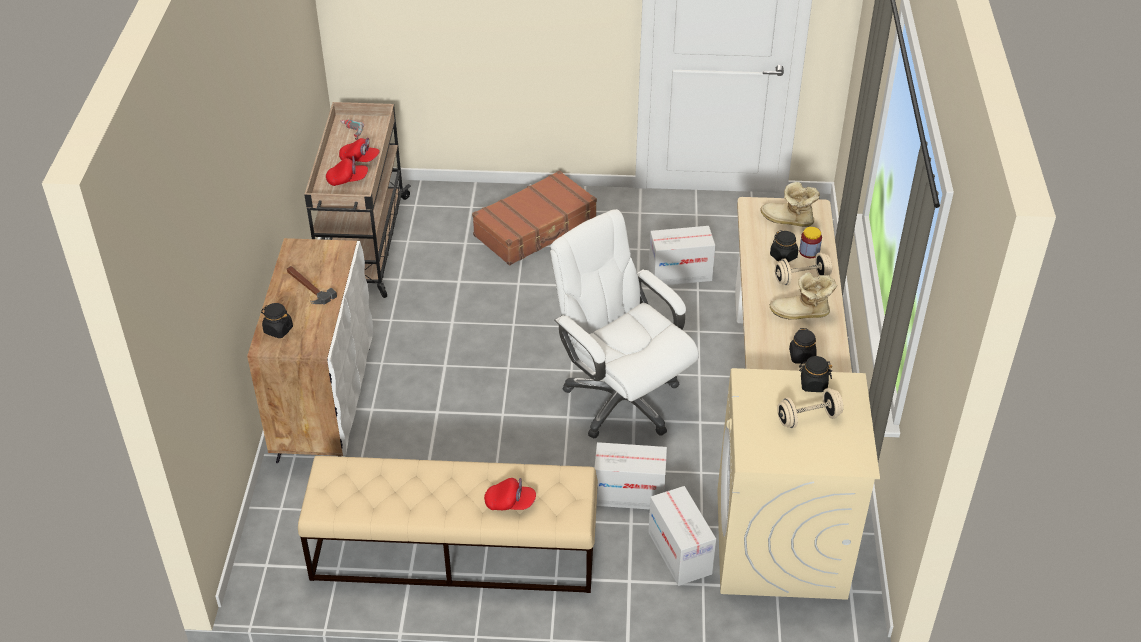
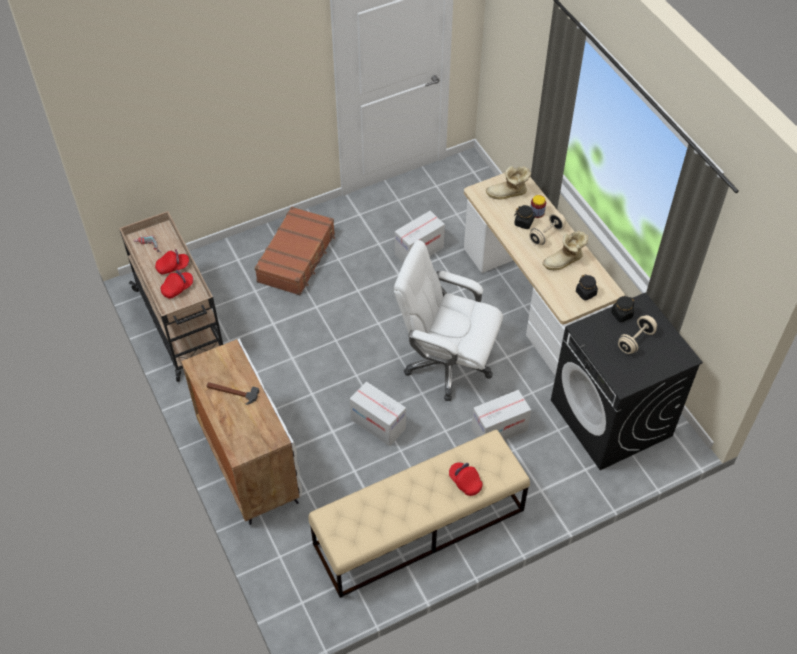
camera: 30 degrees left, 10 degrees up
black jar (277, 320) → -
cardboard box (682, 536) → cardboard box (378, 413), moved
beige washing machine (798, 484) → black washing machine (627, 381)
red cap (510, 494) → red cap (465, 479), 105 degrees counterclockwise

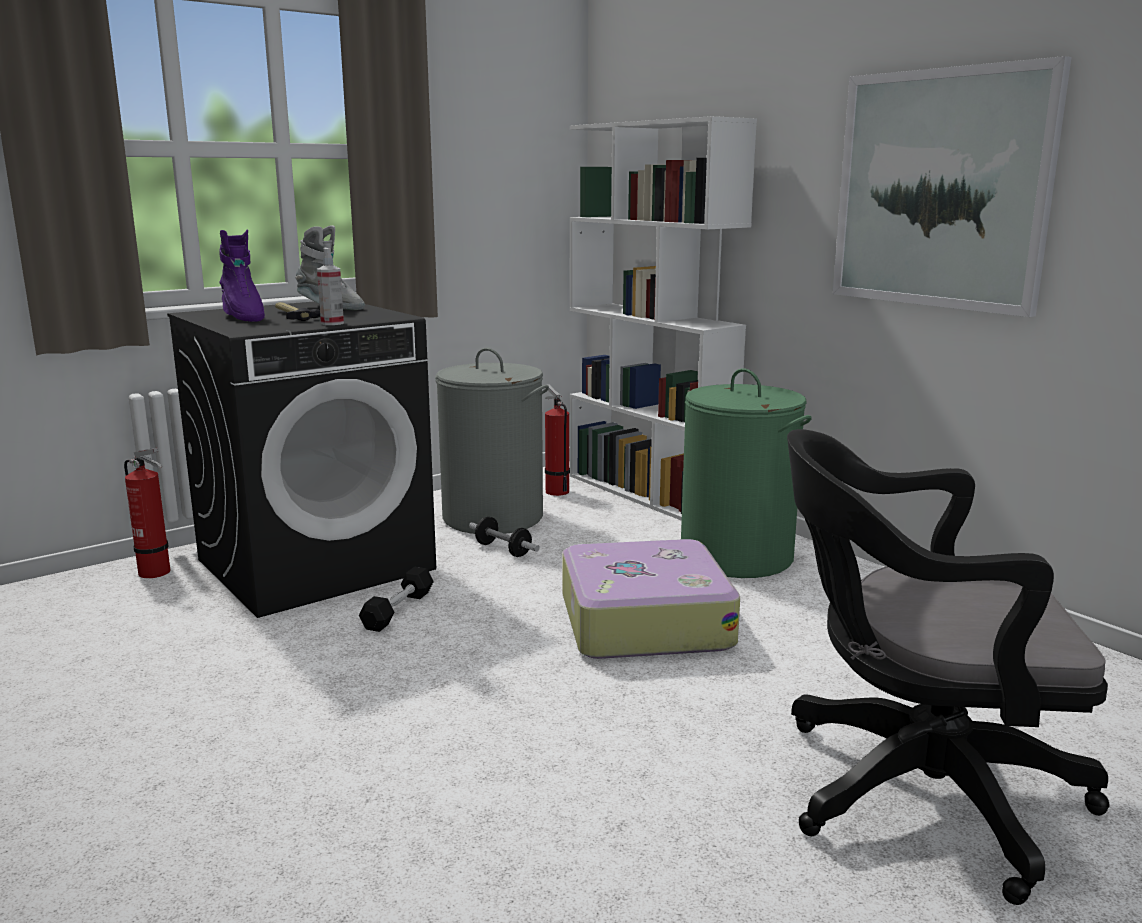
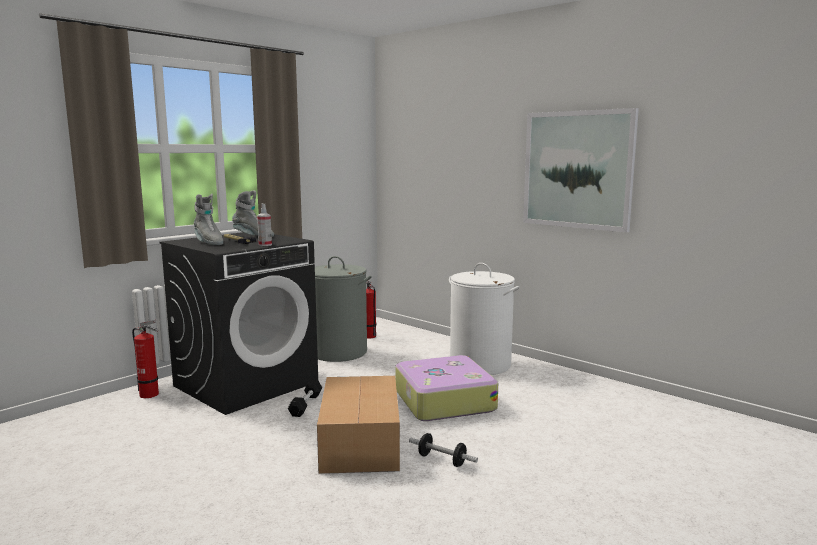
camera: 10 degrees left, 5 degrees down
white bookcase (663, 318) → -
black office chair (948, 667) → -
- → cardboard box (358, 425)
dumbbell (504, 537) → dumbbell (443, 450), moved
purple boot (242, 275) → grey boot (209, 219)
green laundry basket (746, 473) → white laundry basket (484, 319)

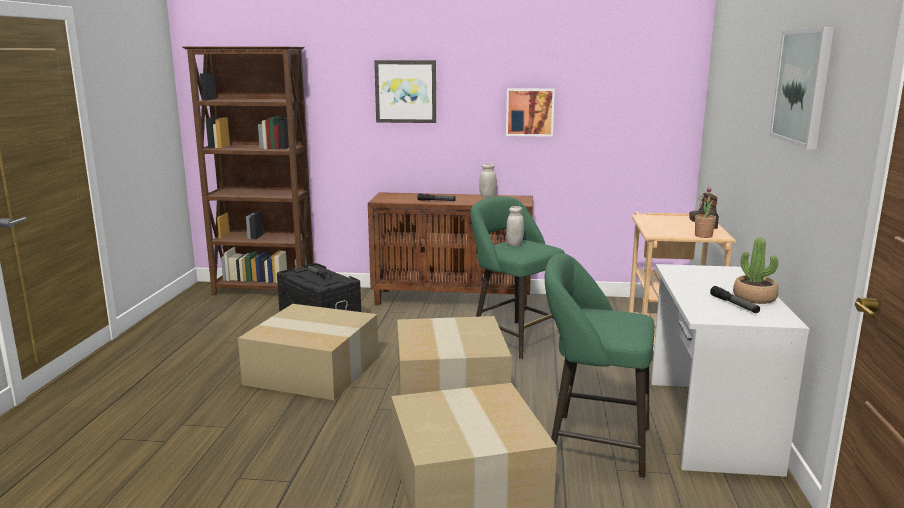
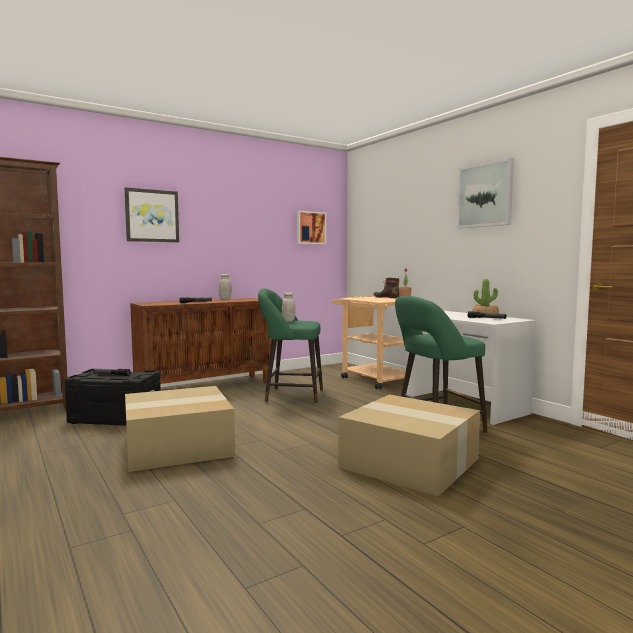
camera: 40 degrees left, 10 degrees down
cardboard box (454, 355) → -
picture (530, 112) → picture (311, 227), moved

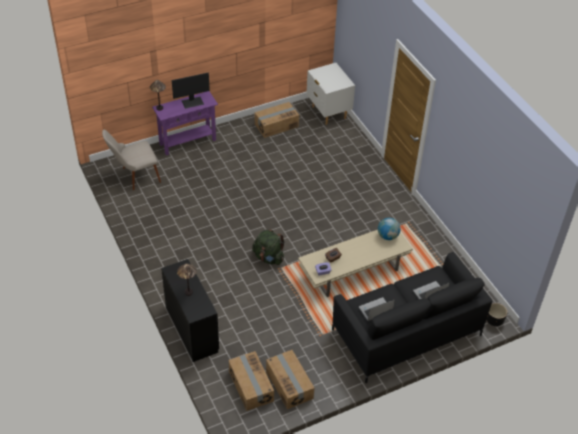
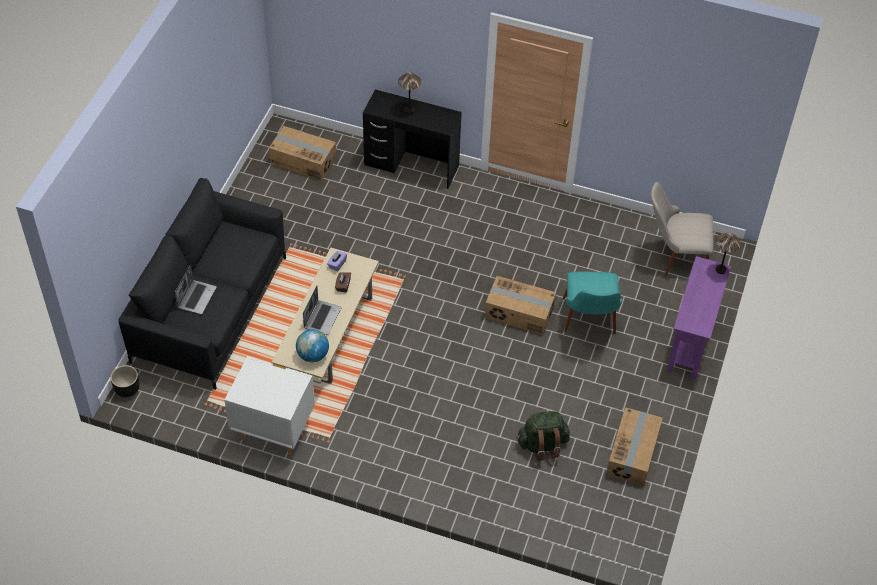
camera: 135 degrees right, 5 degrees up
monitor (191, 91) → -
- → turquoise chair (592, 303)
green backpack (268, 247) → green backpack (543, 436), moved
cardboard box (290, 379) → cardboard box (520, 305), moved
white nightstand (330, 94) → white nightstand (269, 405), moved
laptop (377, 309) → laptop (322, 310), moved
beige chair (131, 159) → beige chair (682, 229), 105 degrees counterclockwise

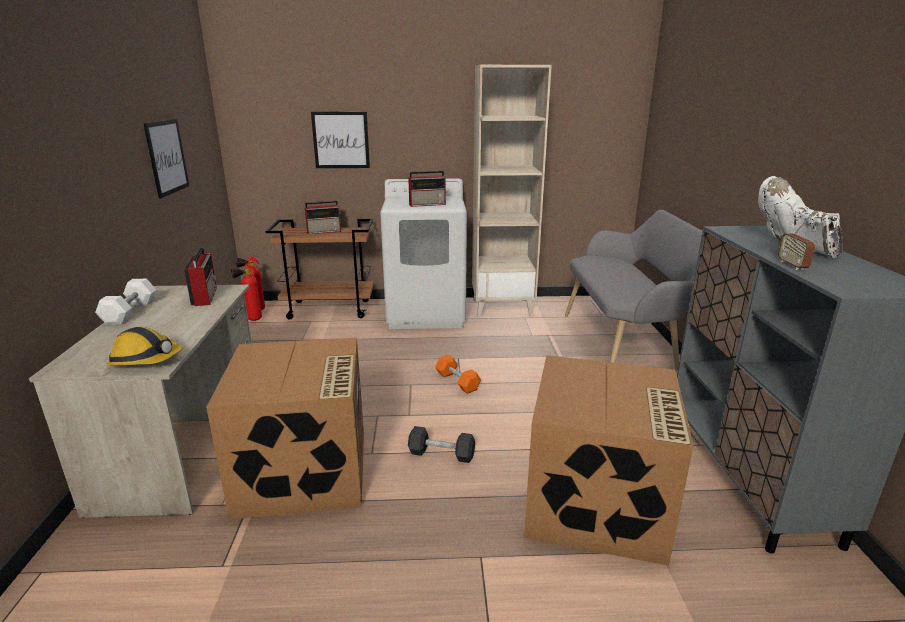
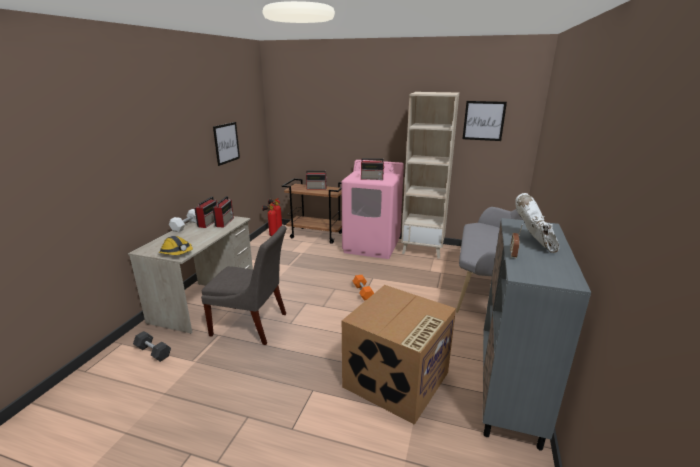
camera: 20 degrees right, 0 degrees up
- → radio (205, 212)
picture (340, 140) → picture (484, 121), moved
black dumbbell (441, 444) → black dumbbell (152, 346), moved
cardboard box (285, 428) → grey chair (243, 285)
white washing machine (423, 254) → pink washing machine (373, 209)

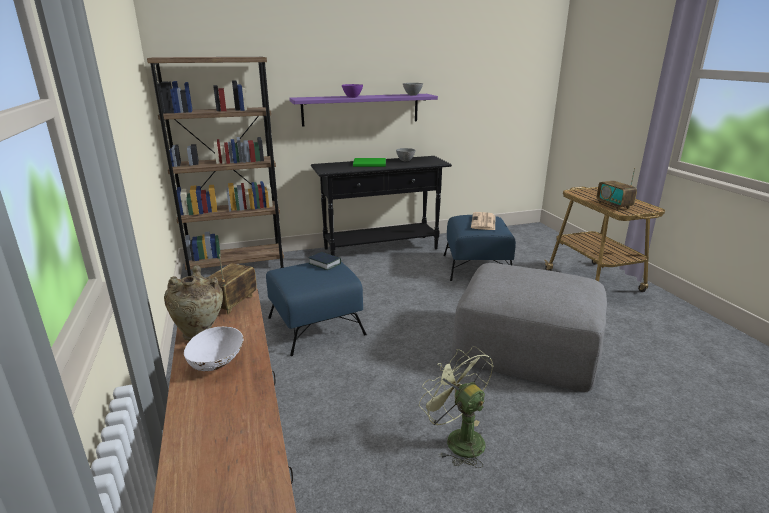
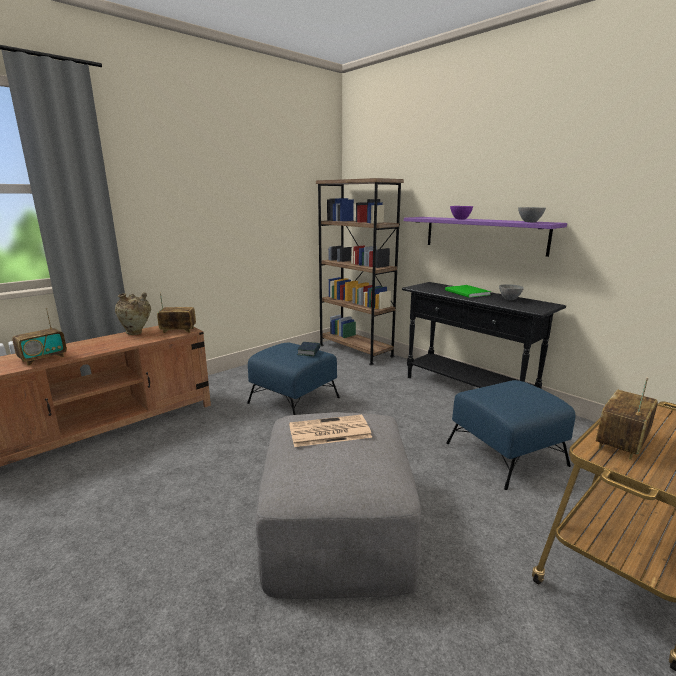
camera: 65 degrees right, 5 degrees down
white bowl (213, 348) → -
green fan (456, 407) → -
- → radio (39, 337)
newspaper (483, 221) → newspaper (330, 431), moved

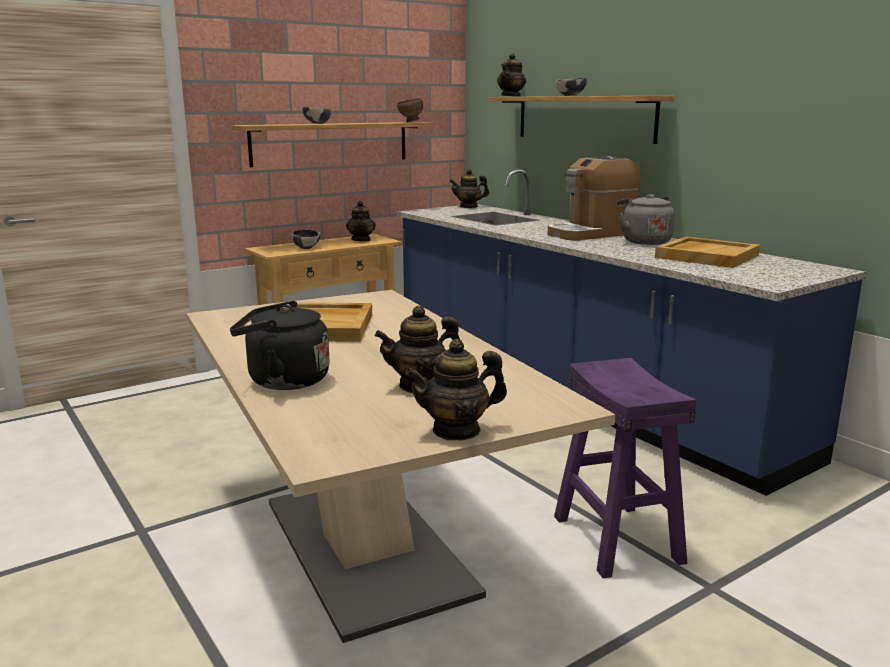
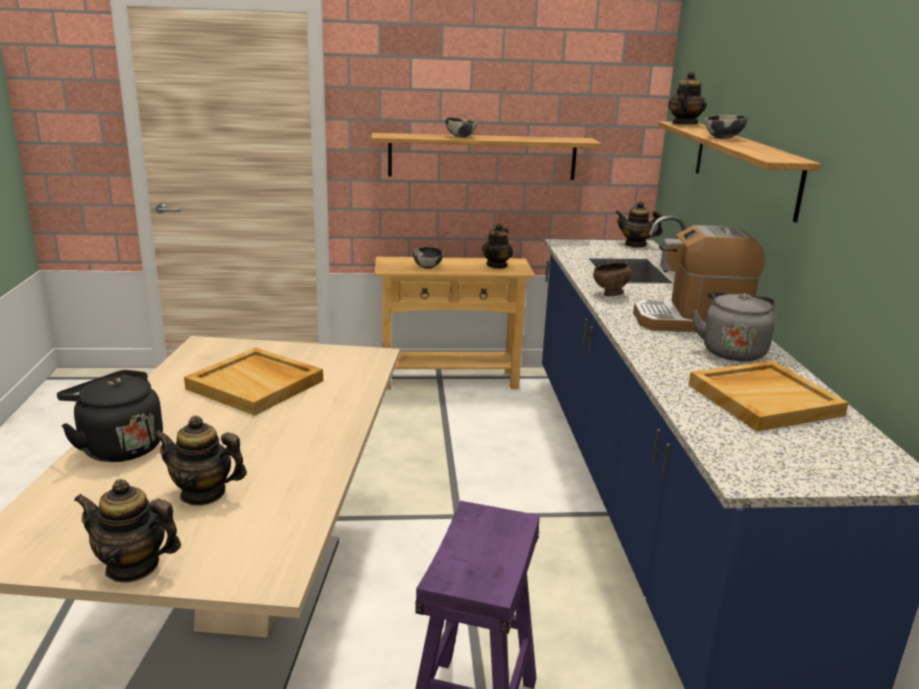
camera: 30 degrees right, 5 degrees up
brown bowl (410, 110) → brown bowl (612, 279), moved
teapot (511, 75) → teapot (687, 97), 150 degrees clockwise

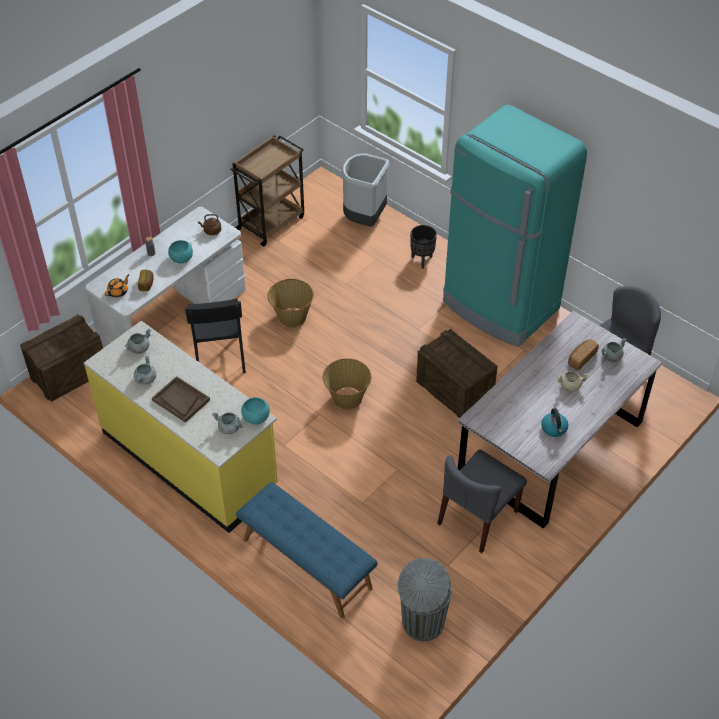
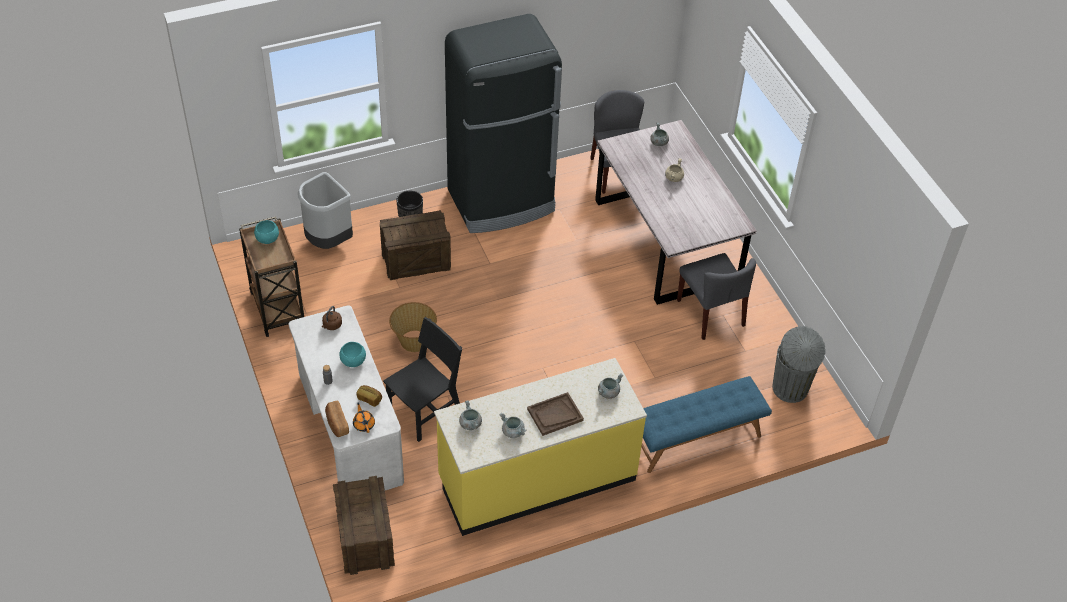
camera: 65 degrees left, 0 degrees up
basket (347, 383) → -
kettle (554, 422) → -
turquoise bowl (255, 411) → turquoise bowl (266, 232), moved
crate (457, 373) → crate (415, 245), moved
bread (583, 354) → bread (337, 419), moved
turquoise fridge (515, 226) → black fridge (503, 123)
black chair (215, 335) → black chair (422, 379), 60 degrees counterclockwise

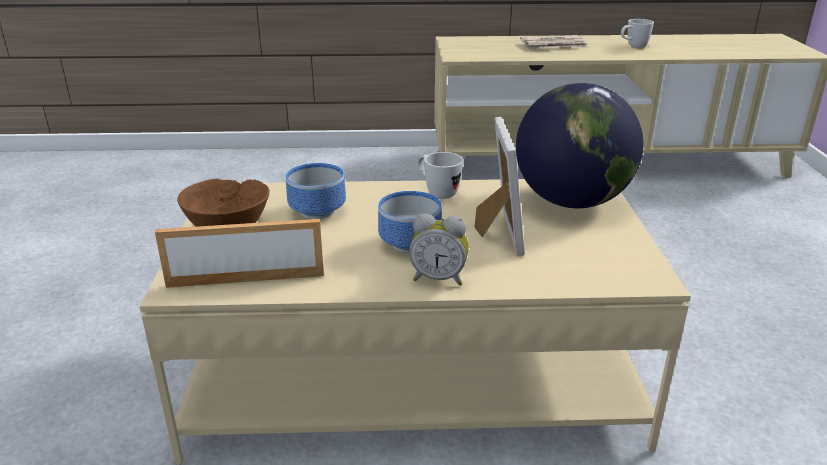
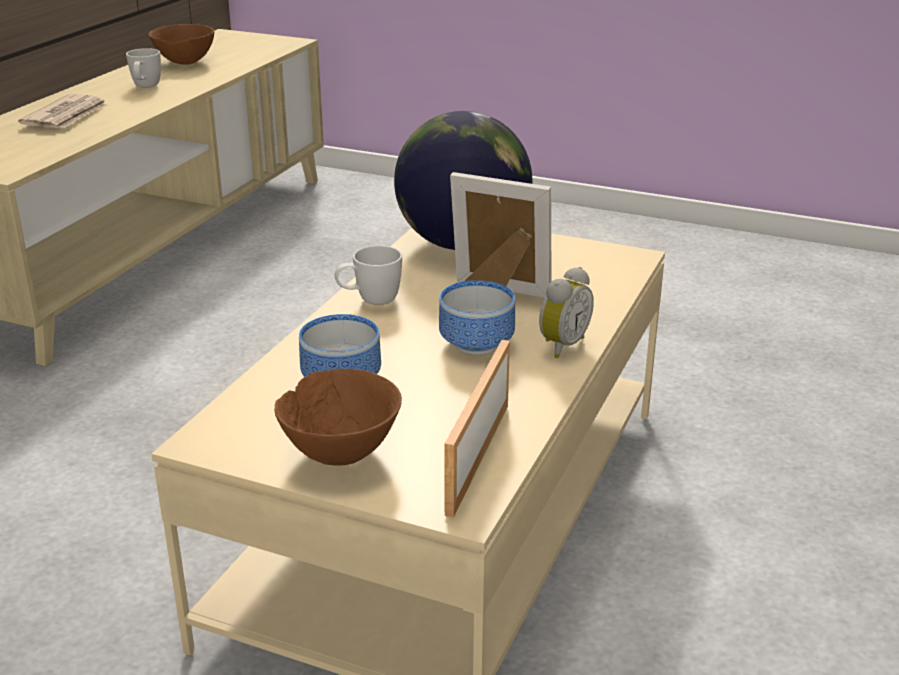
camera: 65 degrees left, 0 degrees up
- → brown bowl (181, 44)

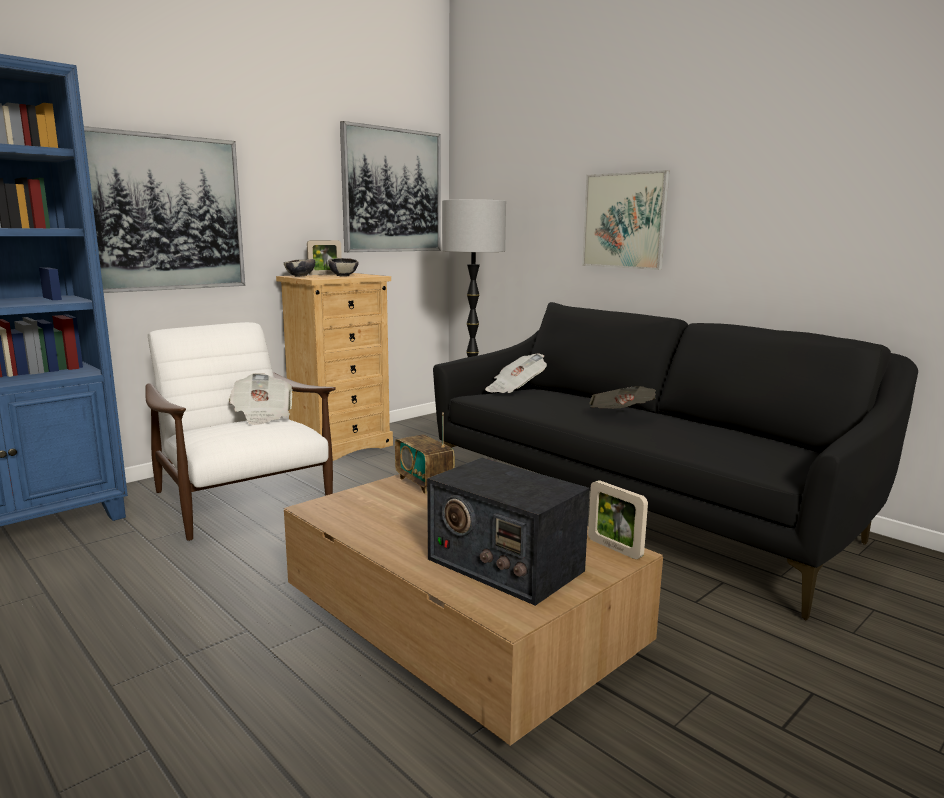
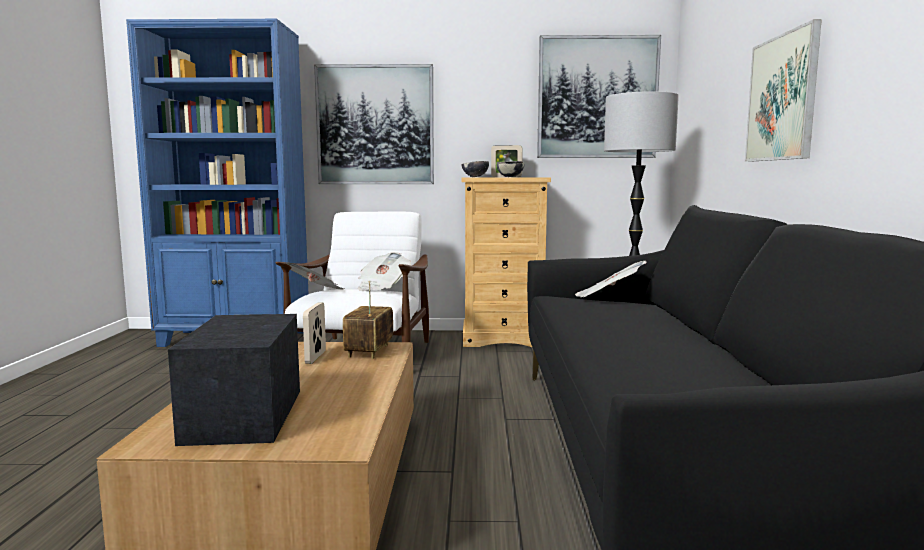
camera: 45 degrees right, 5 degrees down
picture frame (618, 519) → picture frame (314, 333), moved
newspaper (622, 397) → newspaper (314, 276), moved

